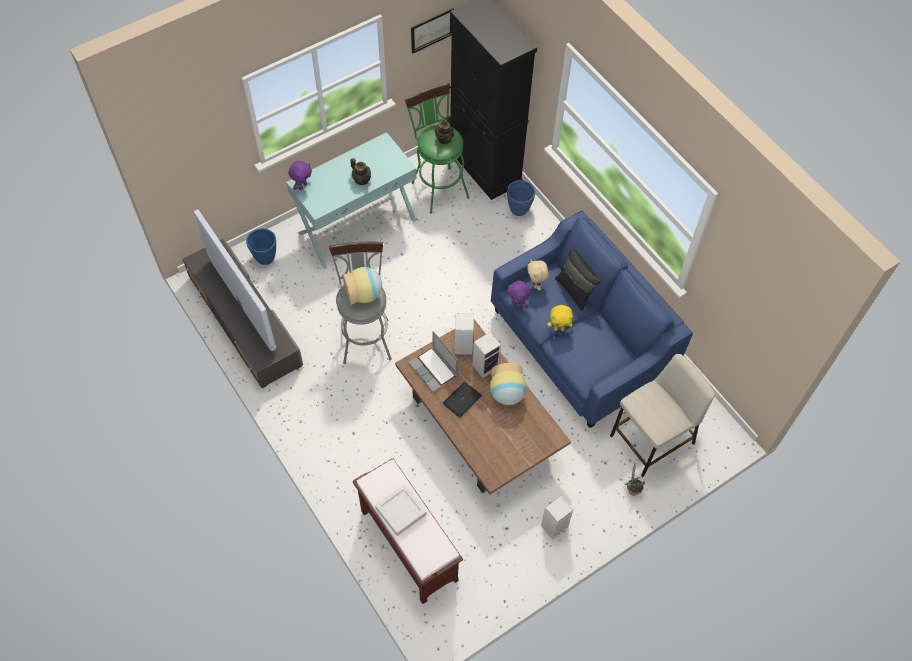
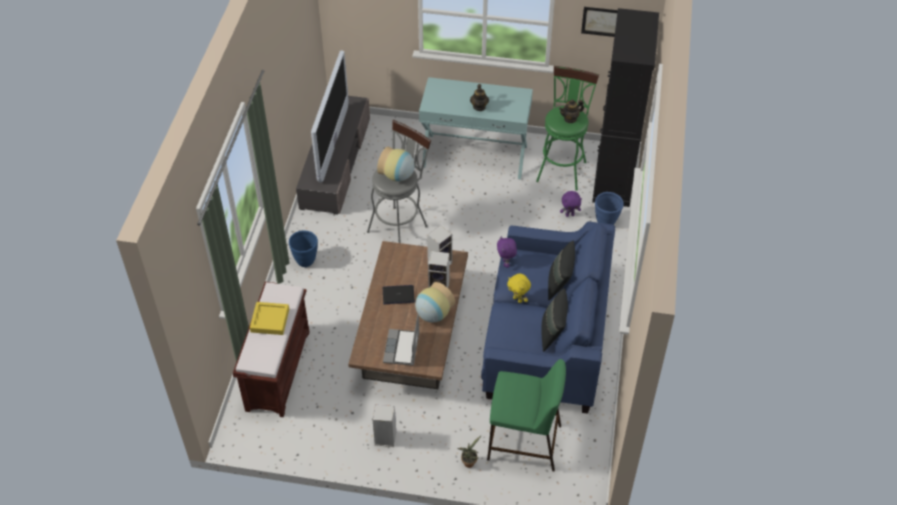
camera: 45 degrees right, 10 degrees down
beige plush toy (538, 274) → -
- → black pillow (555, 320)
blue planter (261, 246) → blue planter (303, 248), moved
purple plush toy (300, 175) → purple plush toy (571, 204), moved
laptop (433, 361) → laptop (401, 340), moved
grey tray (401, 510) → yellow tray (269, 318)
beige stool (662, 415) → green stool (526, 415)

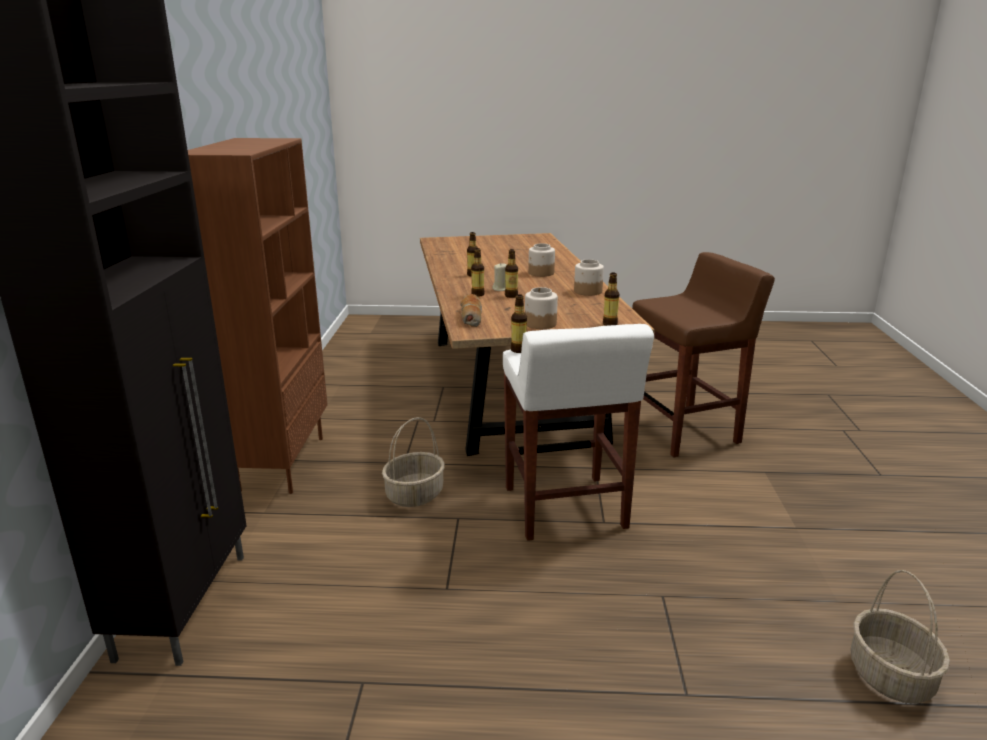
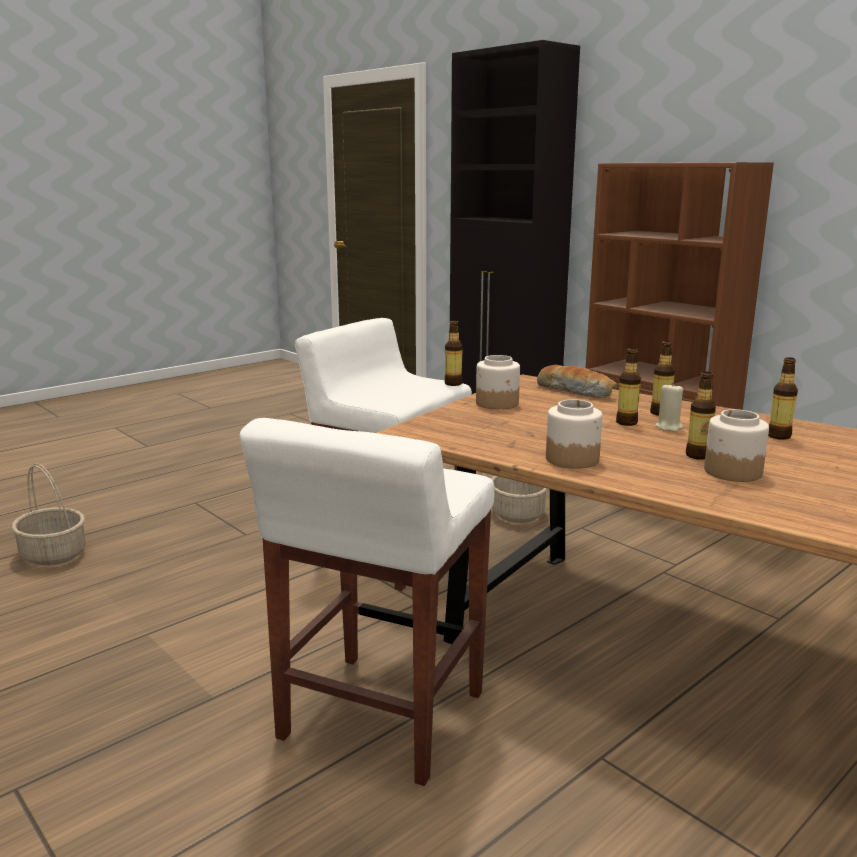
camera: 135 degrees right, 5 degrees down
bottle (611, 299) → bottle (701, 416), moved
brown stool (703, 354) → white stool (367, 602)

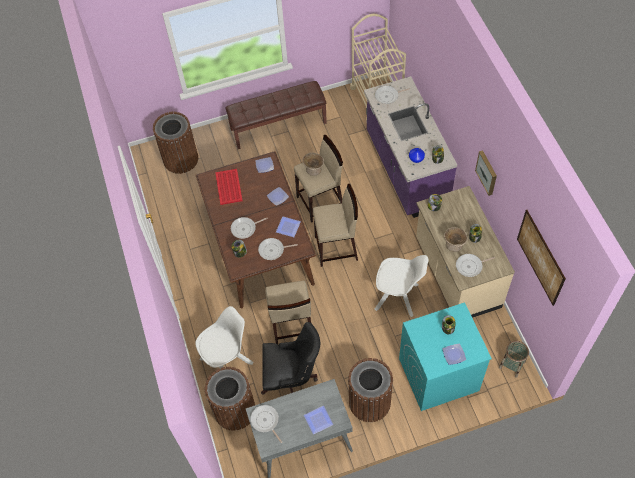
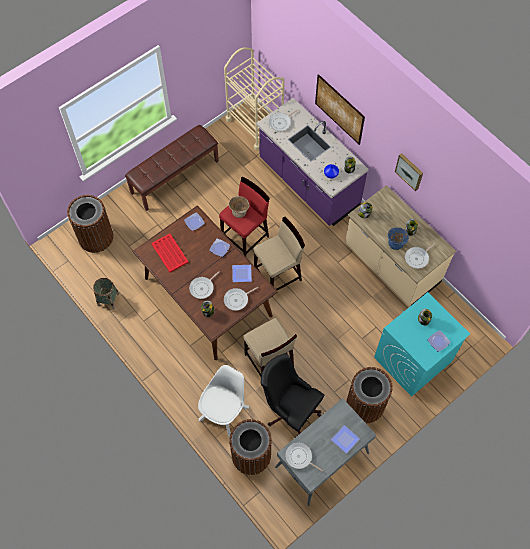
camera: 25 degrees left, 5 degrees up
white chair (401, 286) → -
basket (514, 359) → basket (106, 293), moved
picture (541, 258) → picture (340, 109), moved
beige stool (318, 179) → red stool (244, 216)
beige bowl (456, 239) → blue bowl (398, 238)
black office chair (290, 358) → black office chair (292, 394), 120 degrees counterclockwise

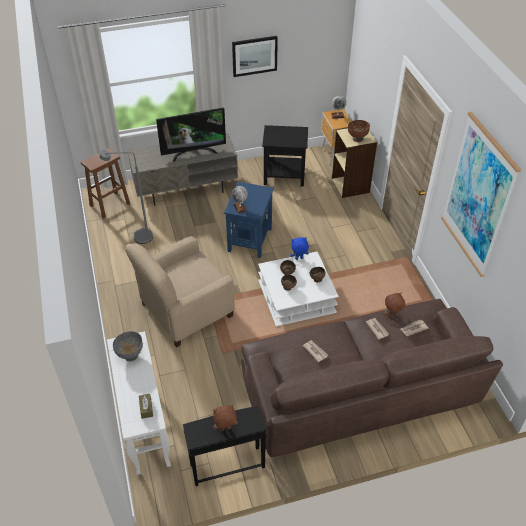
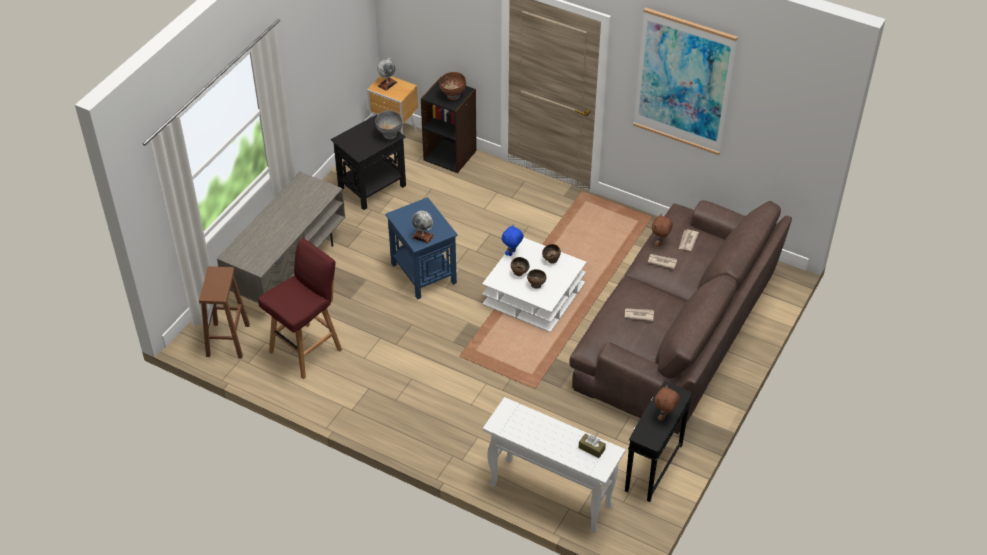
camera: 45 degrees left, 0 degrees up
beige armchair (180, 291) → -
television (191, 134) → -
picture (255, 56) → -
grey bowl (128, 346) → grey bowl (388, 125), moved
grey floor lamp (126, 197) → red stool (300, 308)
beige bookcase (354, 163) → black bookcase (449, 125)

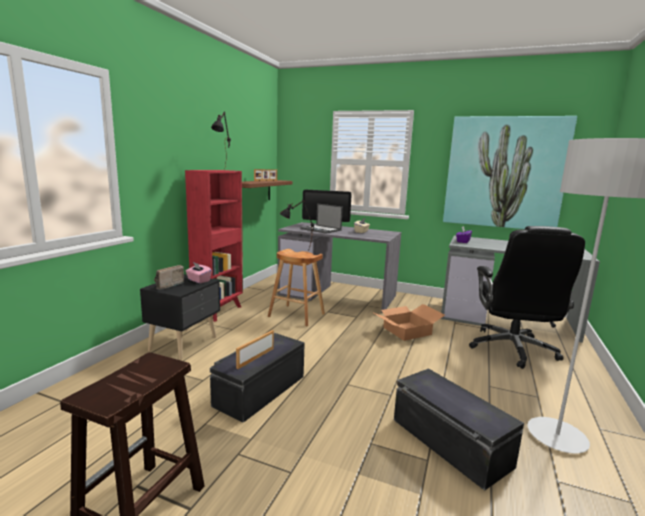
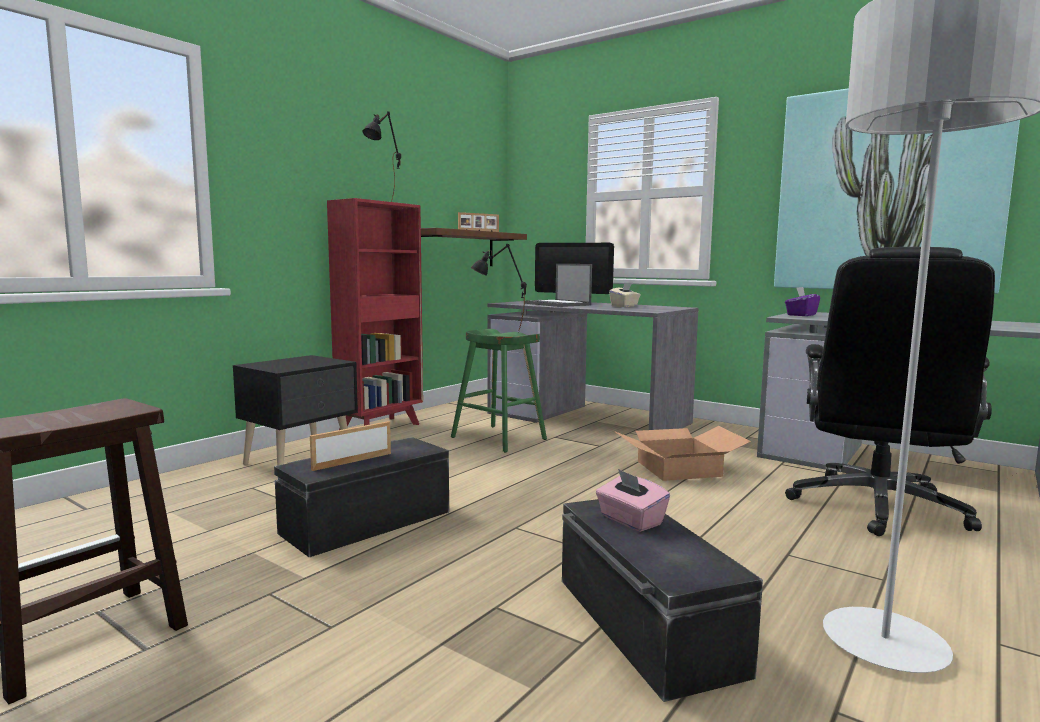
camera: 15 degrees right, 5 degrees down
radio (169, 277) → -
pink tissue box (199, 272) → pink tissue box (633, 500), moved
brown stool (296, 287) → green stool (499, 390)

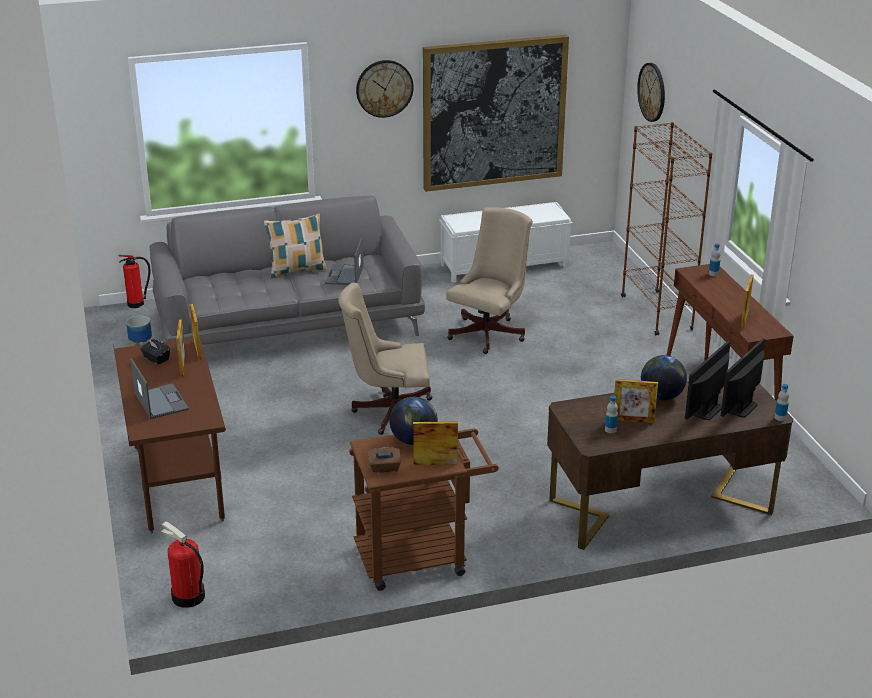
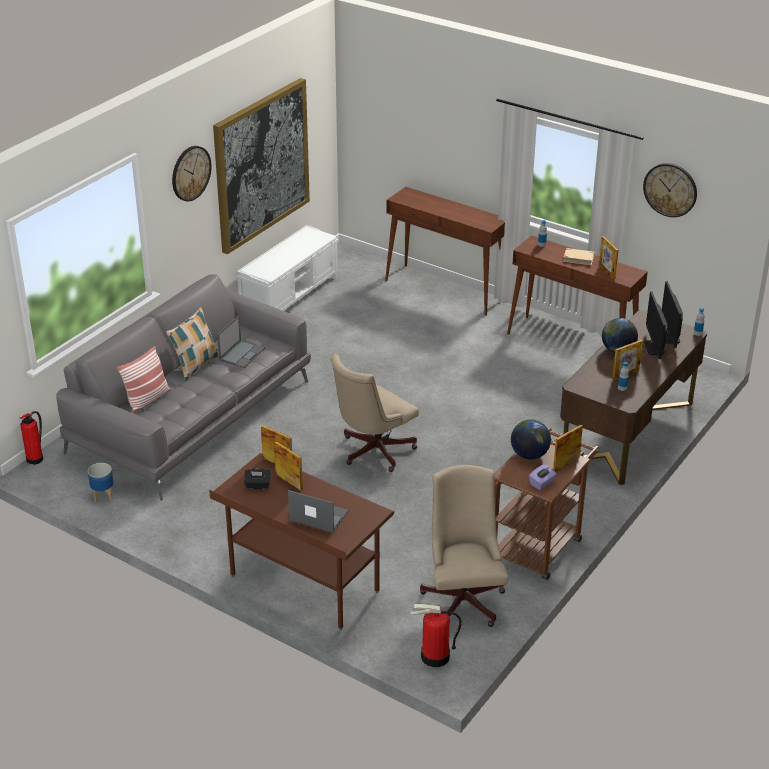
camera: 40 degrees left, 5 degrees up
- → pillow (144, 379)
- → beige book (577, 256)
beige office chair (489, 280) → beige office chair (464, 546), moved
wall clock (651, 92) → wall clock (670, 190), moved
brown bookcase (666, 229) → brown console table (445, 251)
brown tissue box (384, 460) → purple tissue box (542, 477)
laptop (344, 261) → laptop (241, 341), 120 degrees counterclockwise

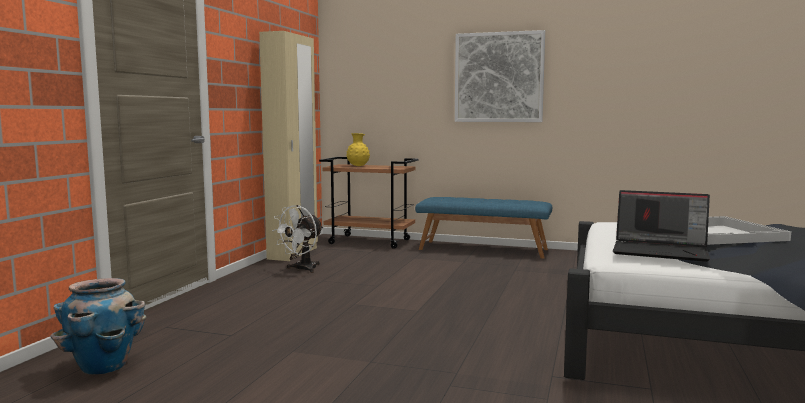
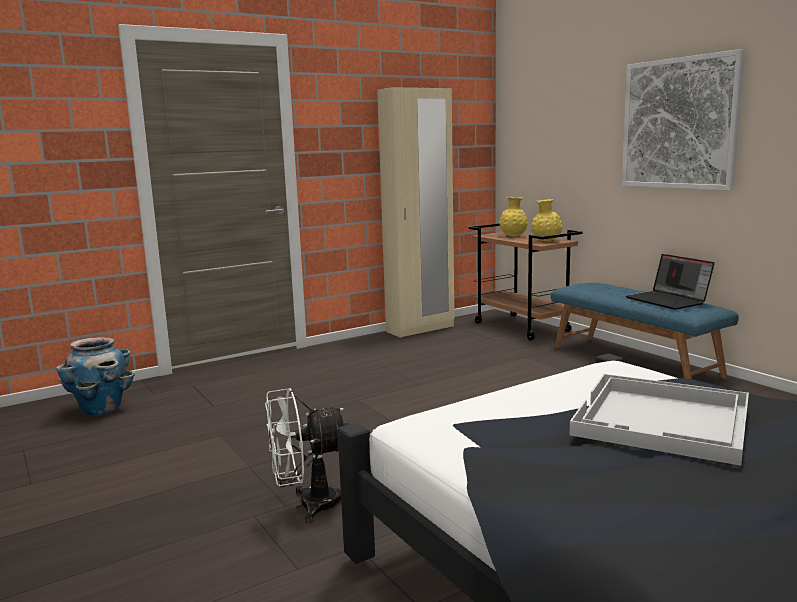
camera: 40 degrees right, 5 degrees up
- → yellow vase (546, 220)
white fan (297, 239) → white fan (307, 455), moved
laptop (661, 226) → laptop (670, 282), moved

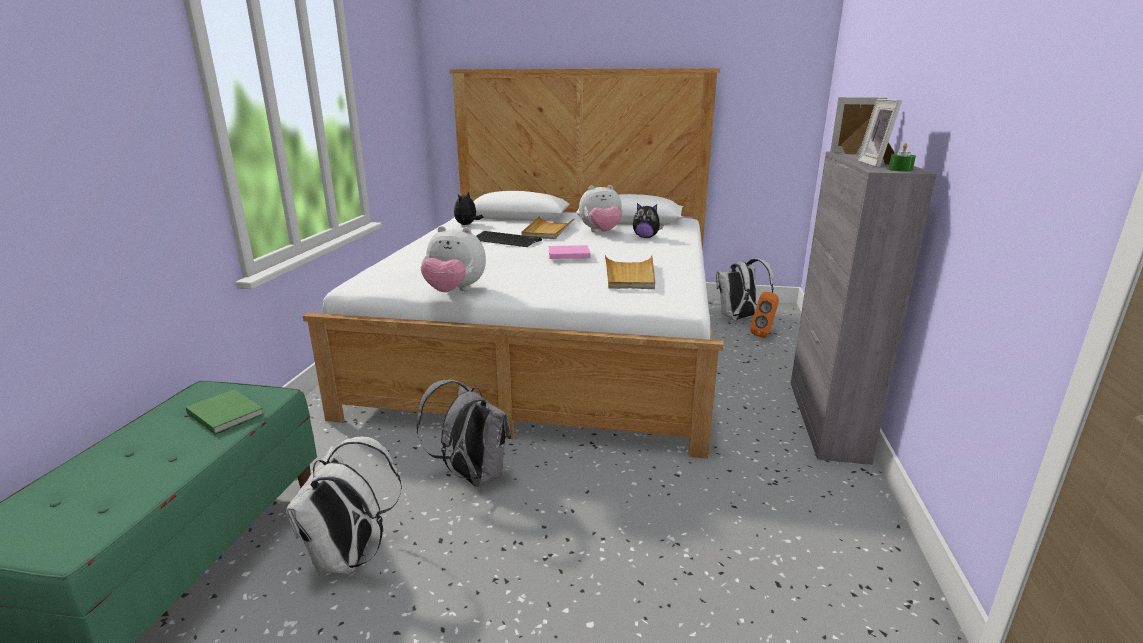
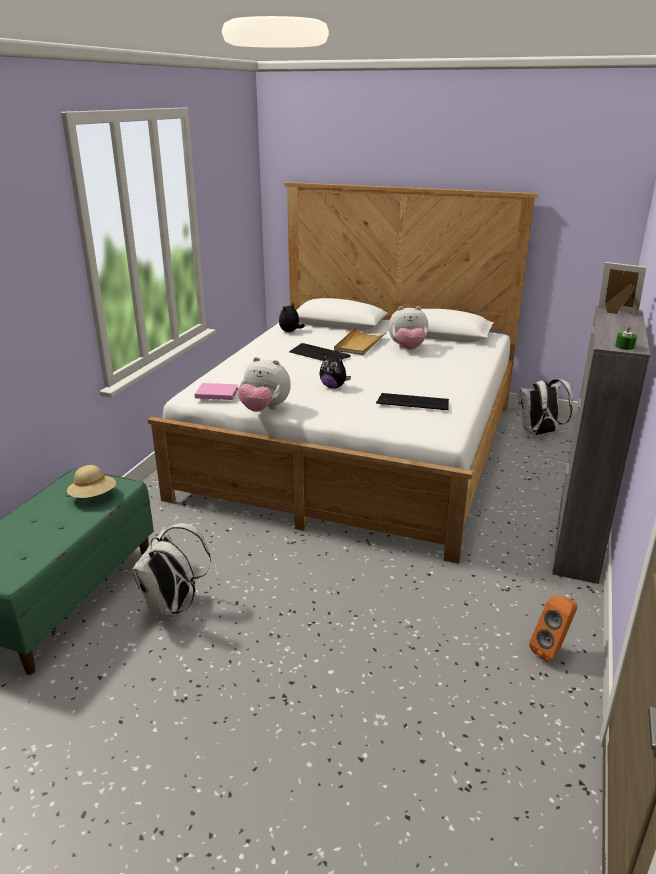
camera: 10 degrees right, 5 degrees up
grey backpack (463, 433) → -
picture frame (879, 133) → -
pink book (569, 252) → pink book (217, 391), moved
plush toy (648, 220) → plush toy (335, 371), moved
orange speaker (764, 315) → orange speaker (553, 628), moved
green book (225, 412) → beige hat (91, 481)
beige tray (630, 272) → keyboard (412, 401)

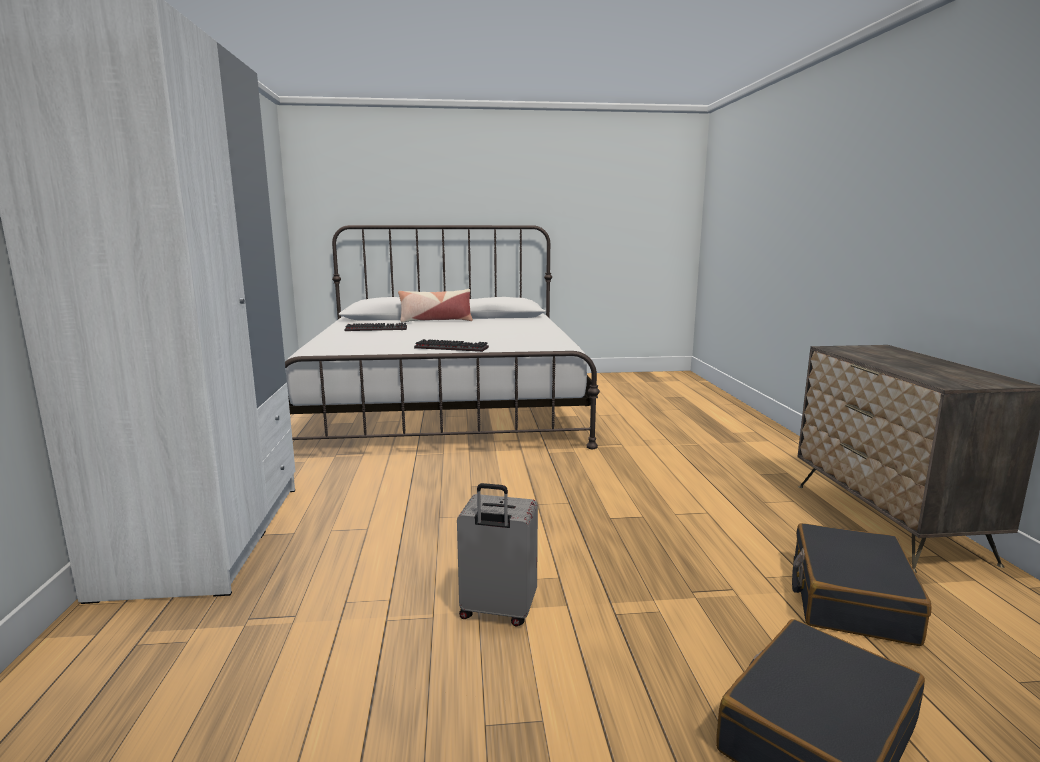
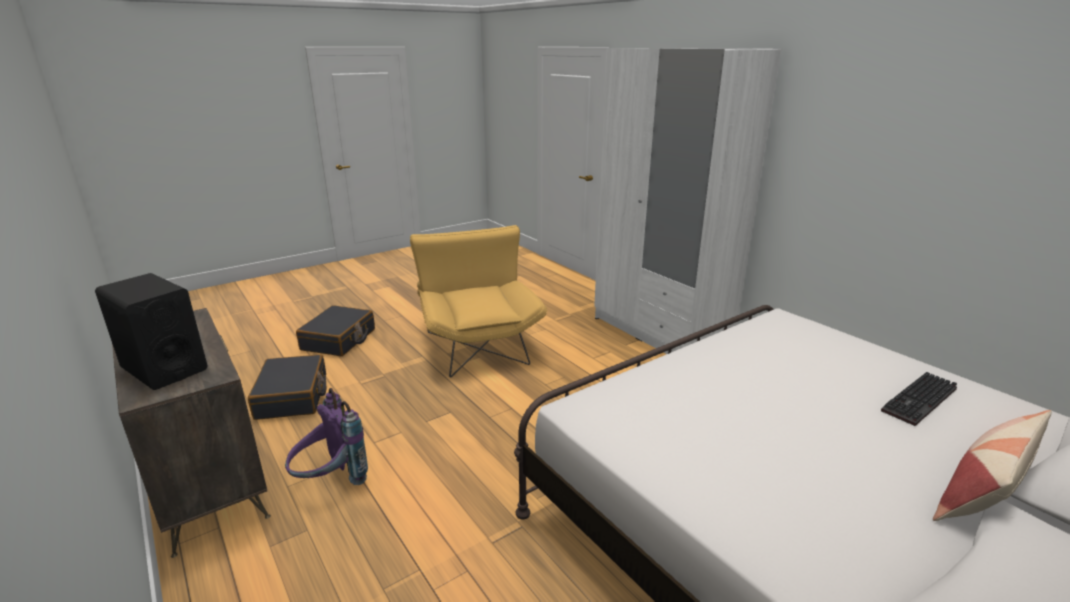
camera: 150 degrees right, 10 degrees up
keyboard (451, 345) → -
- → black speaker (151, 331)
- → purple backpack (326, 436)
grey suitcase (497, 555) → yellow armchair (478, 301)

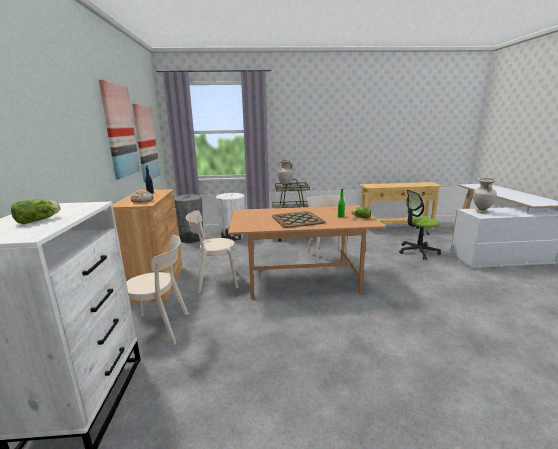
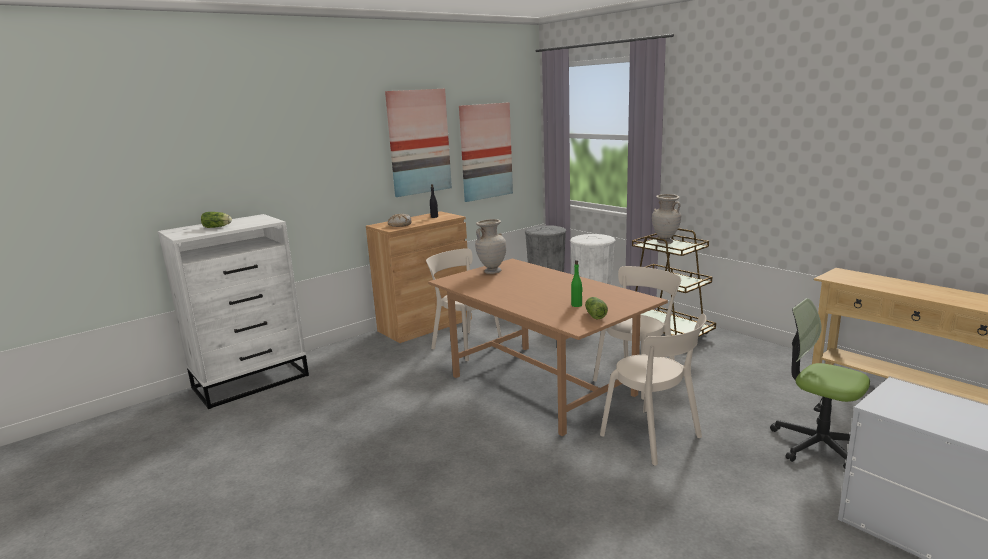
camera: 55 degrees right, 0 degrees up
tray (298, 219) → -
beige chair (157, 290) → beige chair (653, 390), moved
beige vase (485, 195) → beige vase (490, 246), moved

